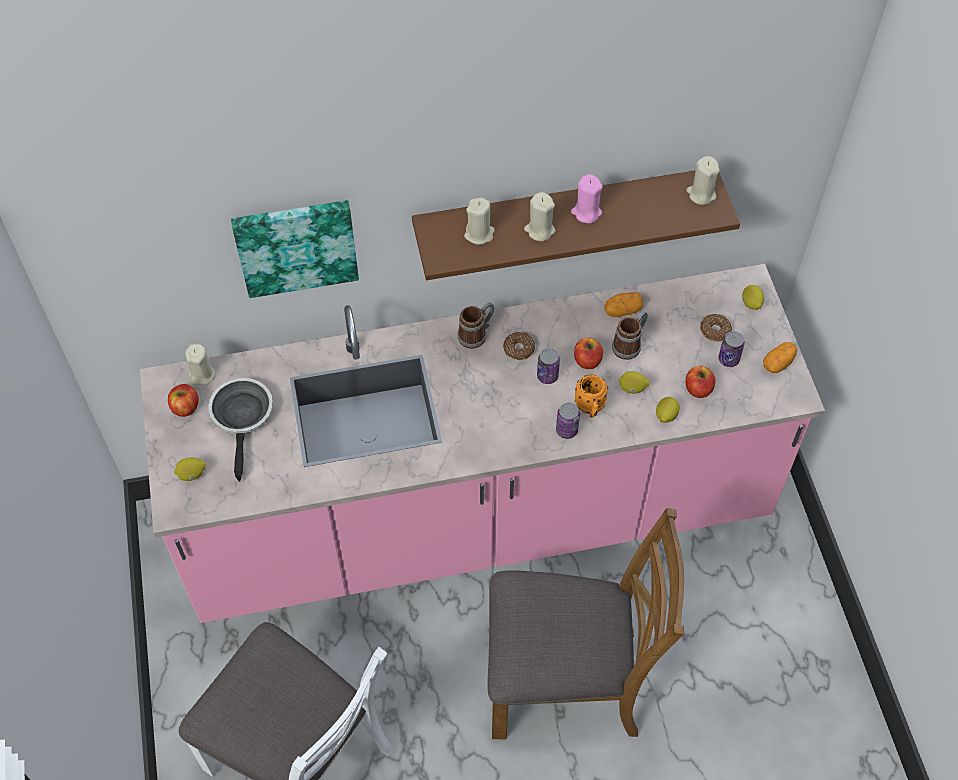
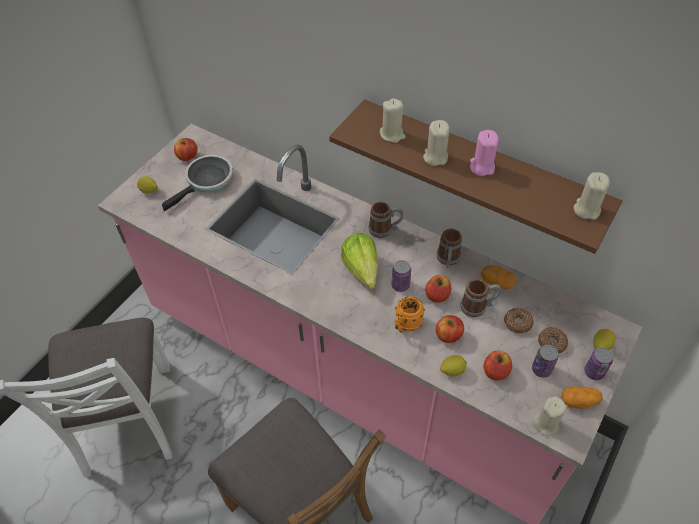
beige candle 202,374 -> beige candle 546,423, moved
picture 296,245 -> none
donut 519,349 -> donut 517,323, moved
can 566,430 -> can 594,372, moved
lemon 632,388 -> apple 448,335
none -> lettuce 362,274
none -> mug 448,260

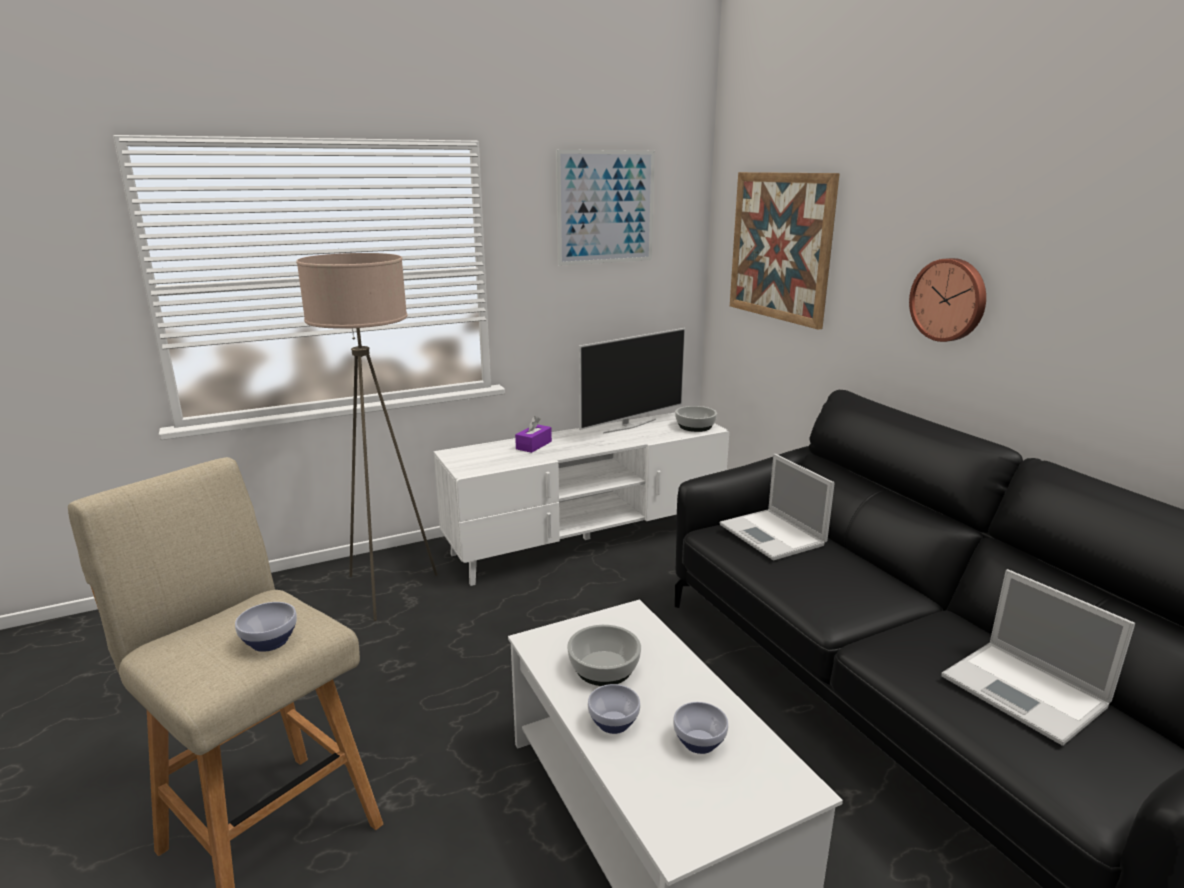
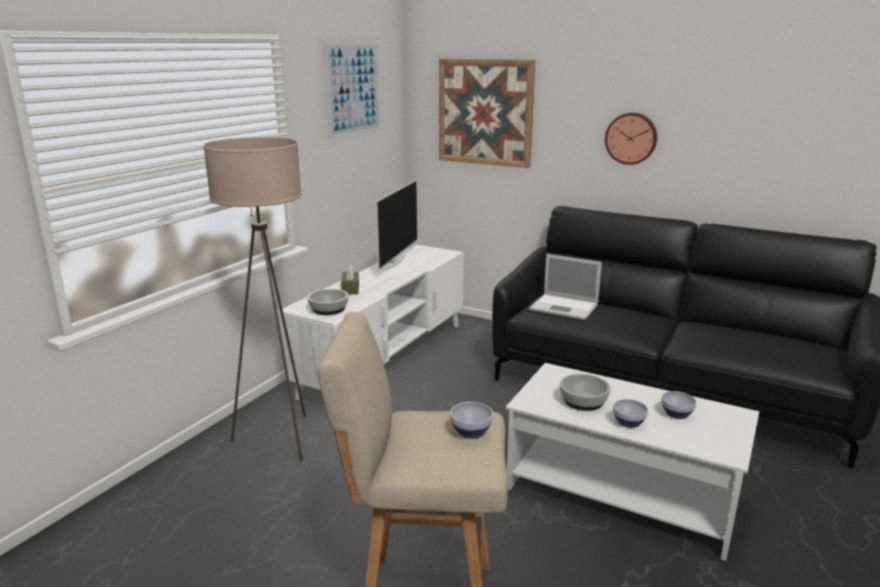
purple tissue box 534,445 -> brown tissue box 350,289
bowl 694,426 -> bowl 328,309, moved
laptop 1026,692 -> none

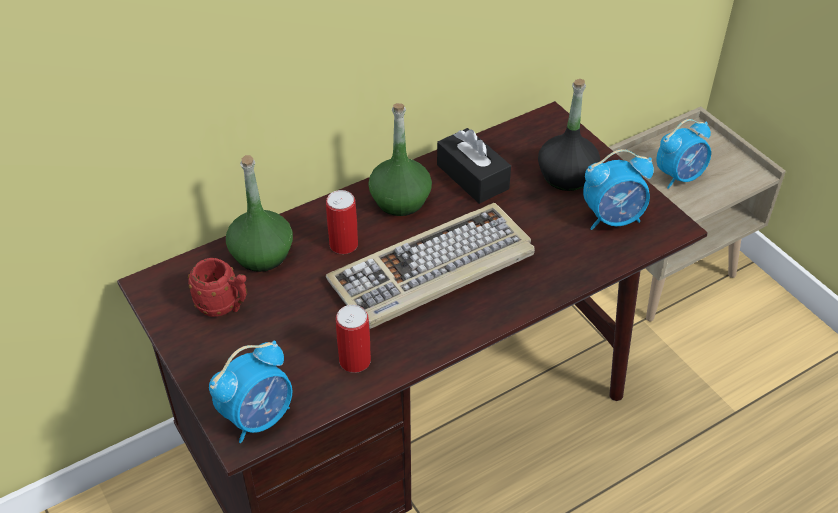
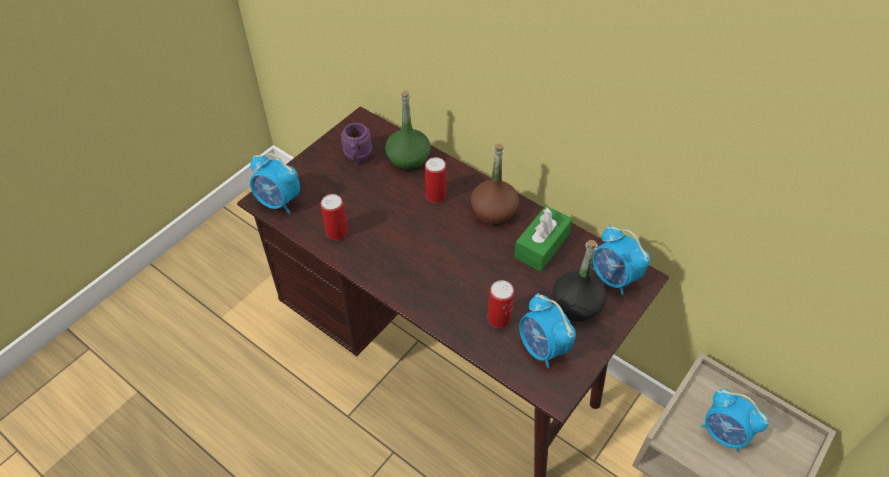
red mug 224,306 -> purple mug 357,157
keyboard 433,271 -> none
green bottle 400,200 -> brown bottle 494,211
black tissue box 472,177 -> green tissue box 542,246
none -> can 499,318
none -> alarm clock 614,278

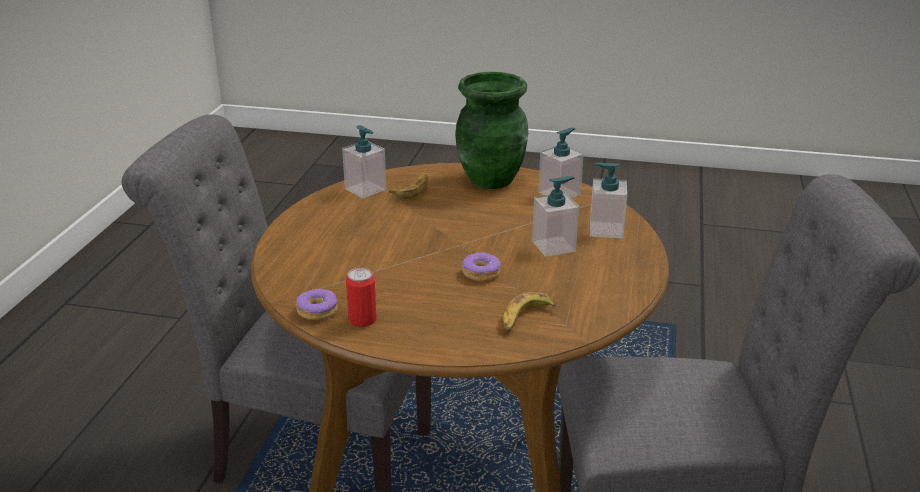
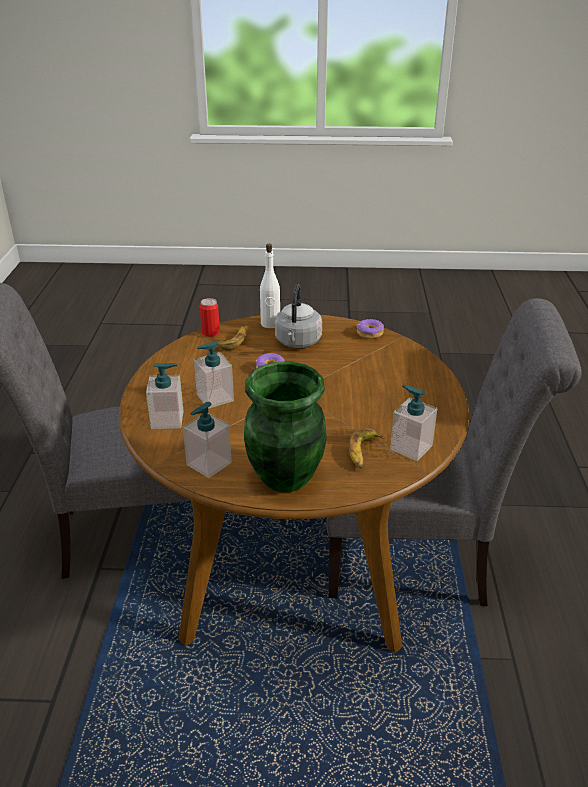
can 362,320 -> can 210,332, moved
none -> white bottle 270,324
none -> grey kettle 297,342

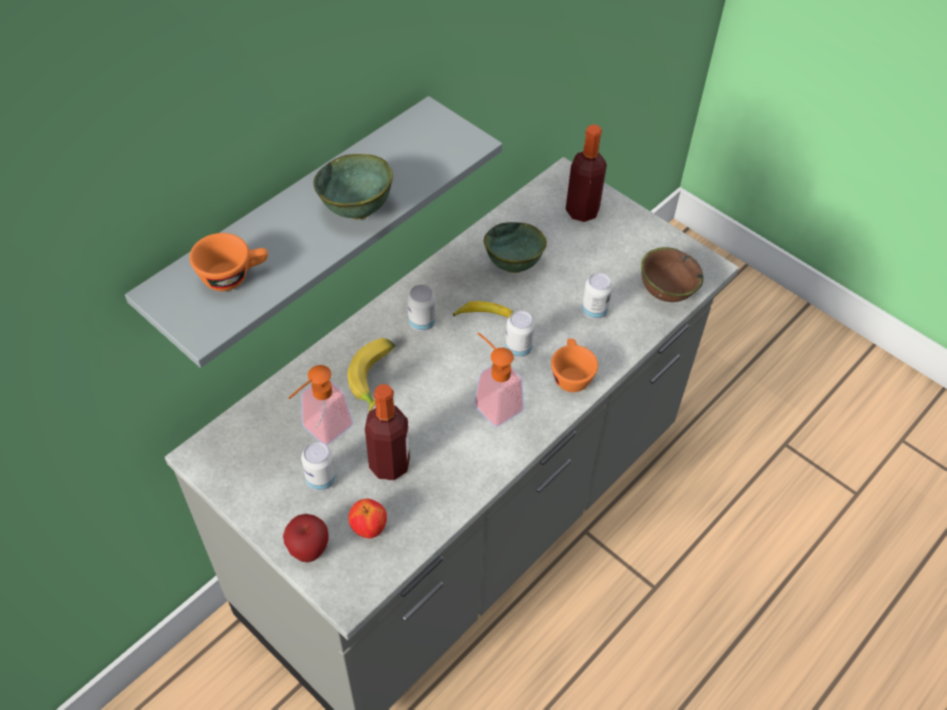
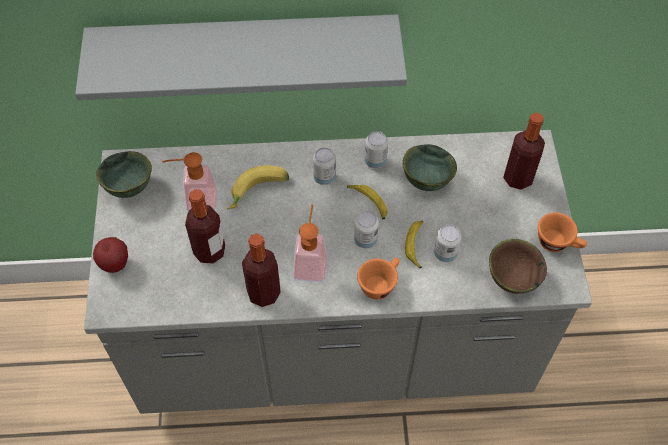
orange cup 233,275 -> orange cup 558,243, moved
can 321,480 -> can 375,161, moved
green bowl 356,211 -> green bowl 128,188, moved
apple 369,528 -> none
none -> bottle 264,293
none -> banana 416,245

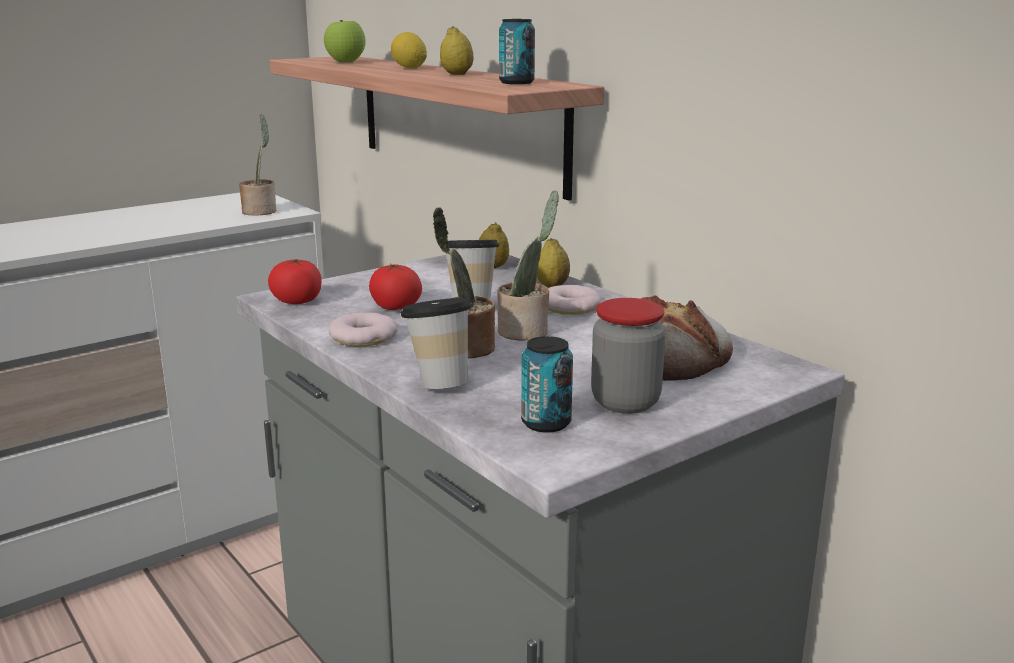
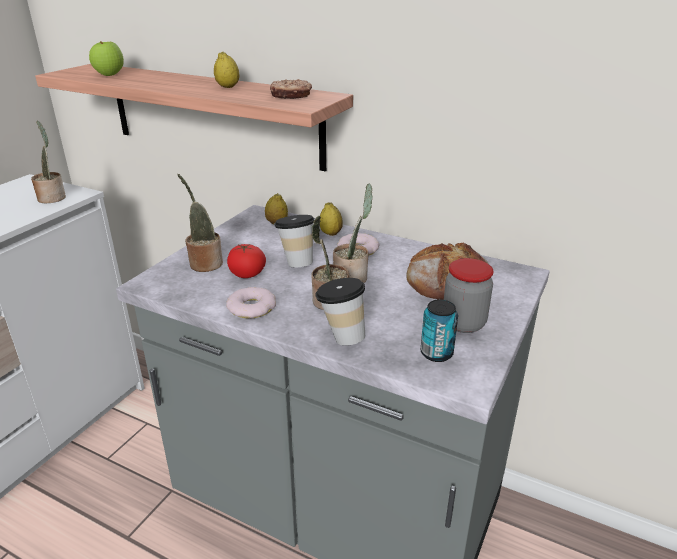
tomato 297,301 -> none
lemon 409,68 -> none
can 516,82 -> donut 290,96
none -> potted plant 204,263

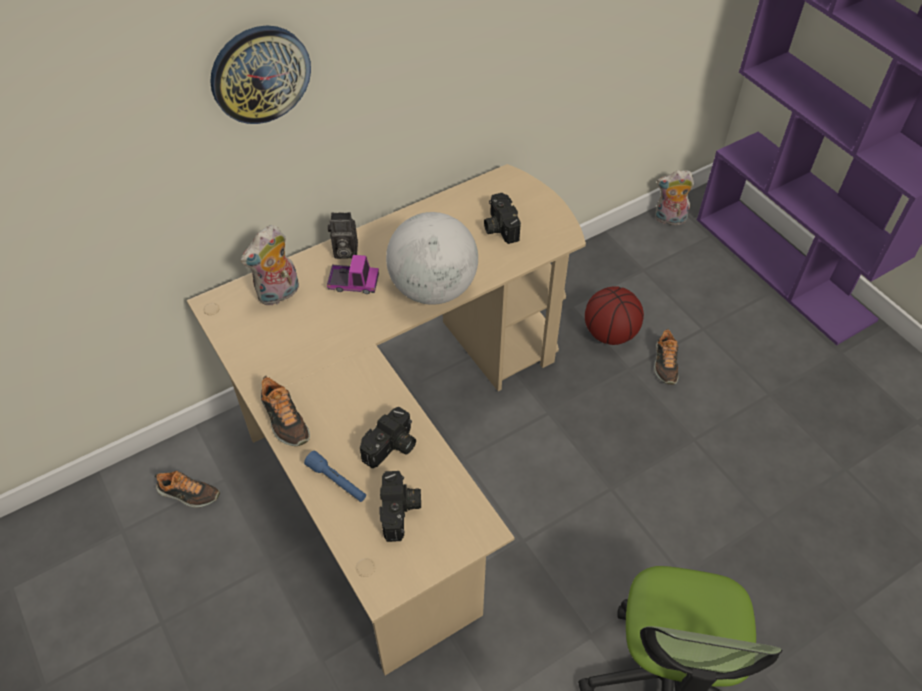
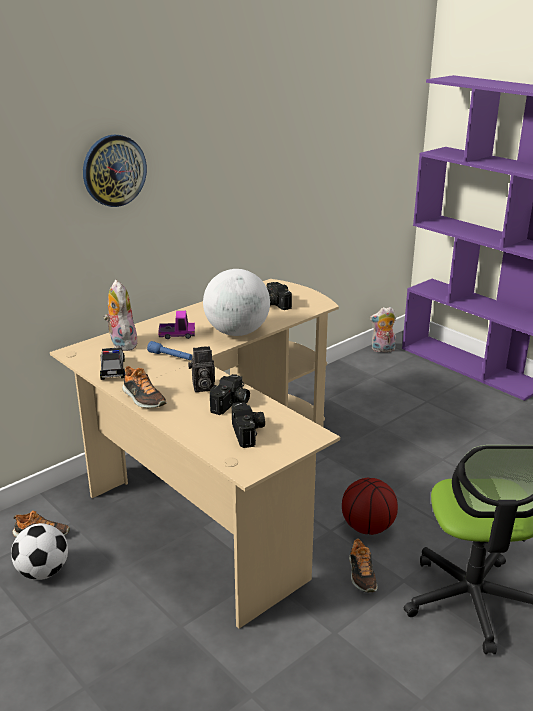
plush toy 279,294 -> plush toy 121,344, 120 degrees clockwise
blue flashlight 337,481 -> blue flashlight 170,357, moved
photo camera 344,251 -> photo camera 202,387, moved
basketball 610,333 -> basketball 367,527, moved
shoe 665,363 -> shoe 361,574, moved
none -> football 43,572
none -> toy car 113,370

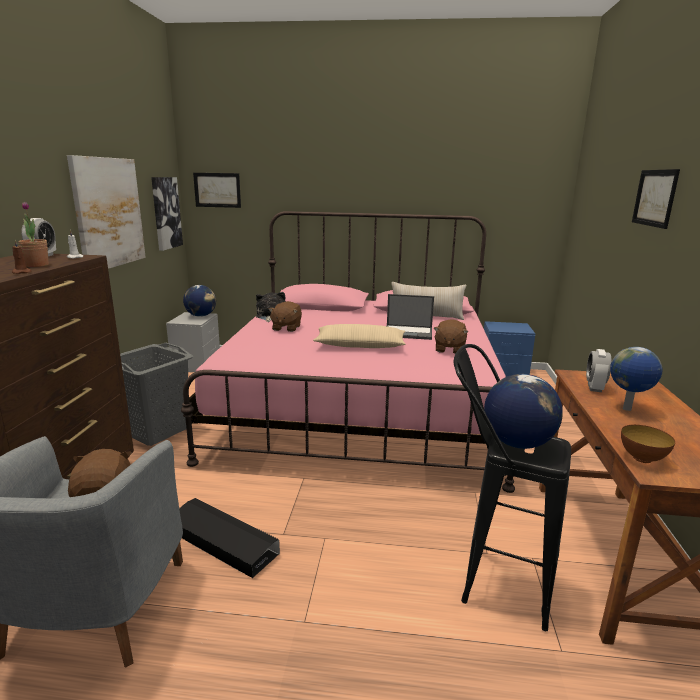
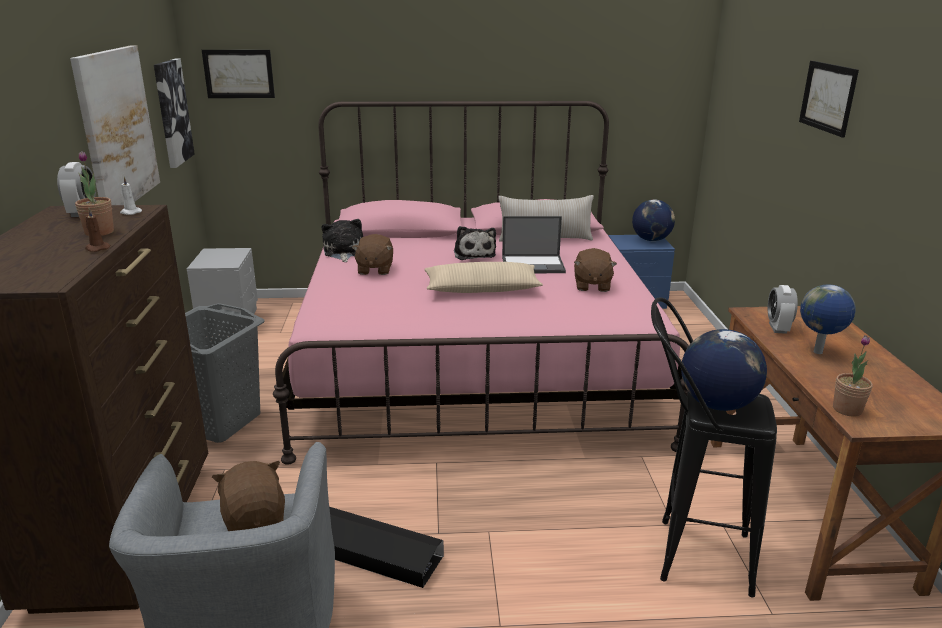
globe 201,316 -> globe 651,240, moved
bowl 642,458 -> potted plant 847,409
none -> plush toy 474,254

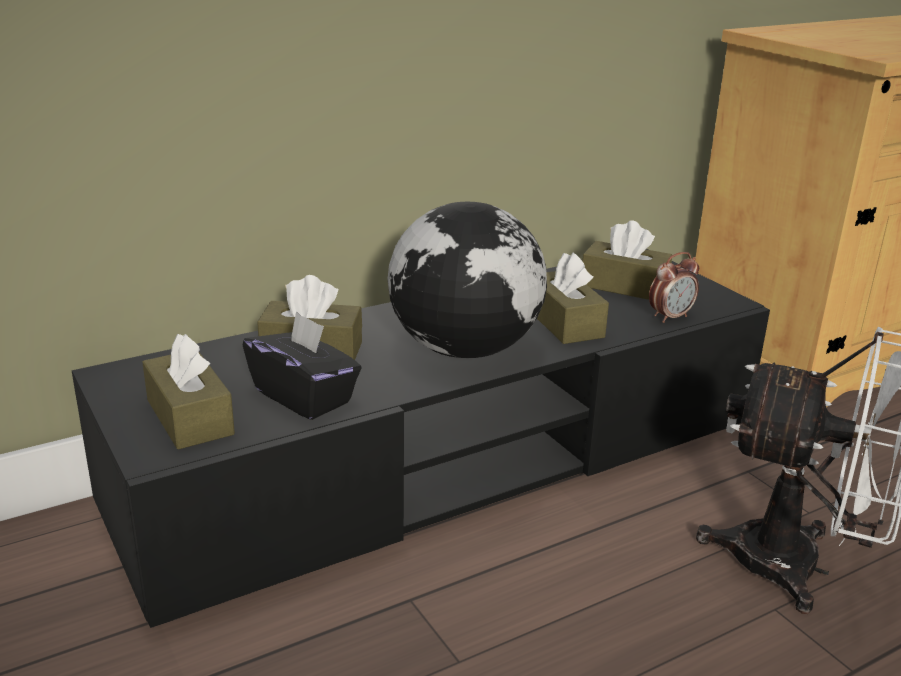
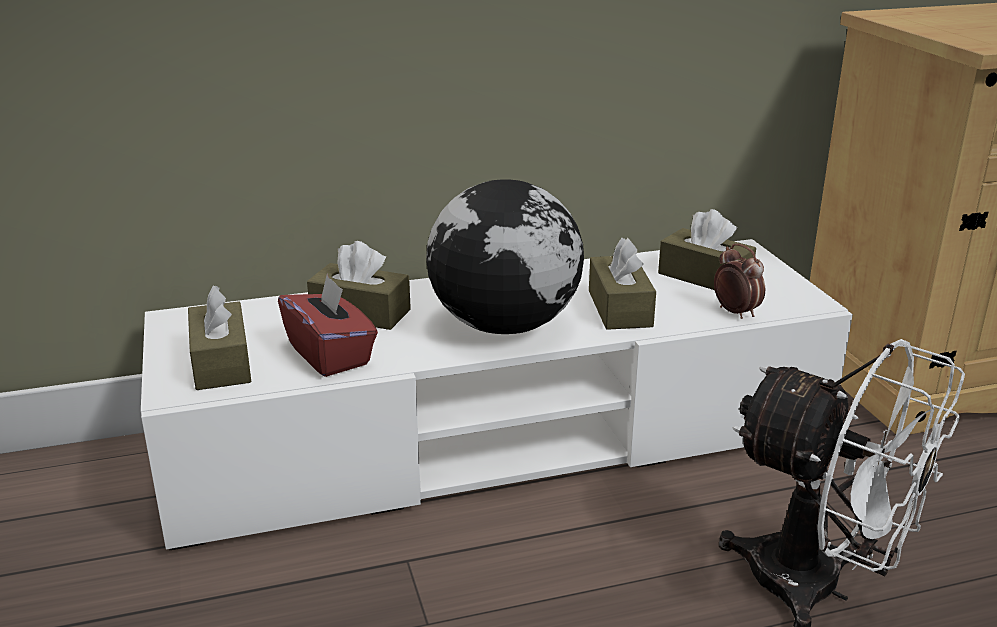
black tv stand 446,463 -> white tv stand 498,438
black tissue box 304,396 -> red tissue box 330,355
alarm clock 670,317 -> alarm clock 735,312, 105 degrees counterclockwise

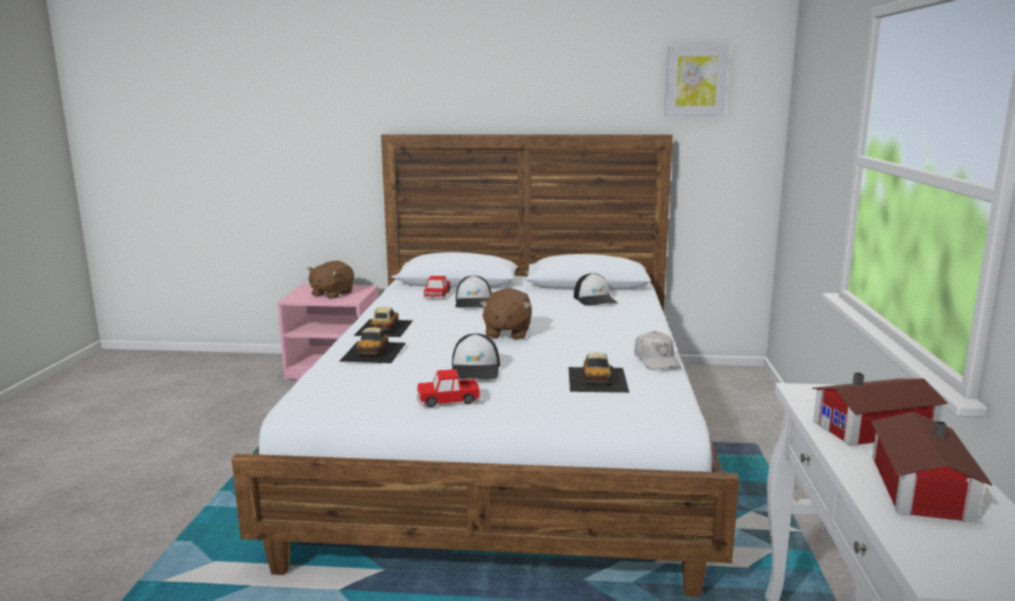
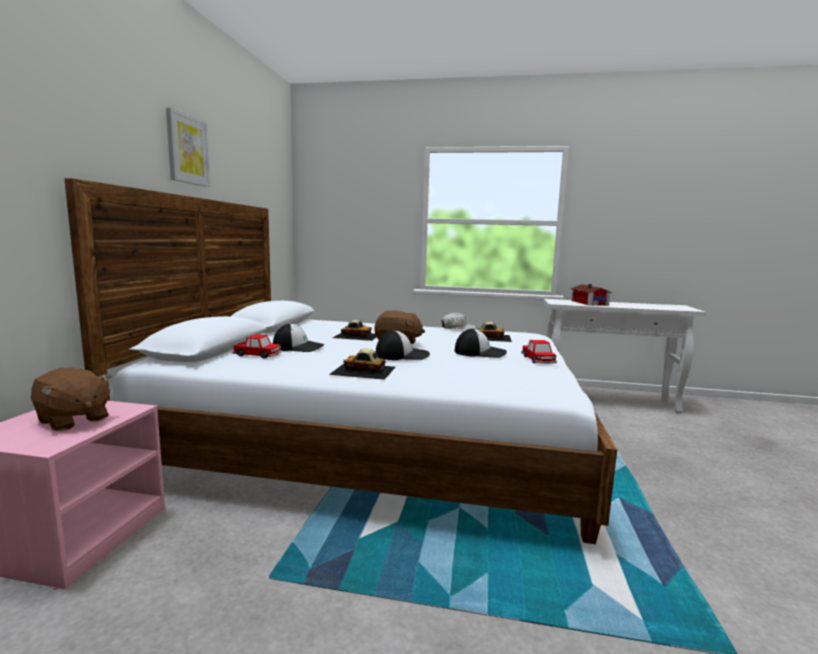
toy car 374,351 -> toy car 356,335, moved
cap 595,299 -> cap 402,355, moved
picture 695,81 -> picture 187,150, moved
toy house 917,489 -> none

